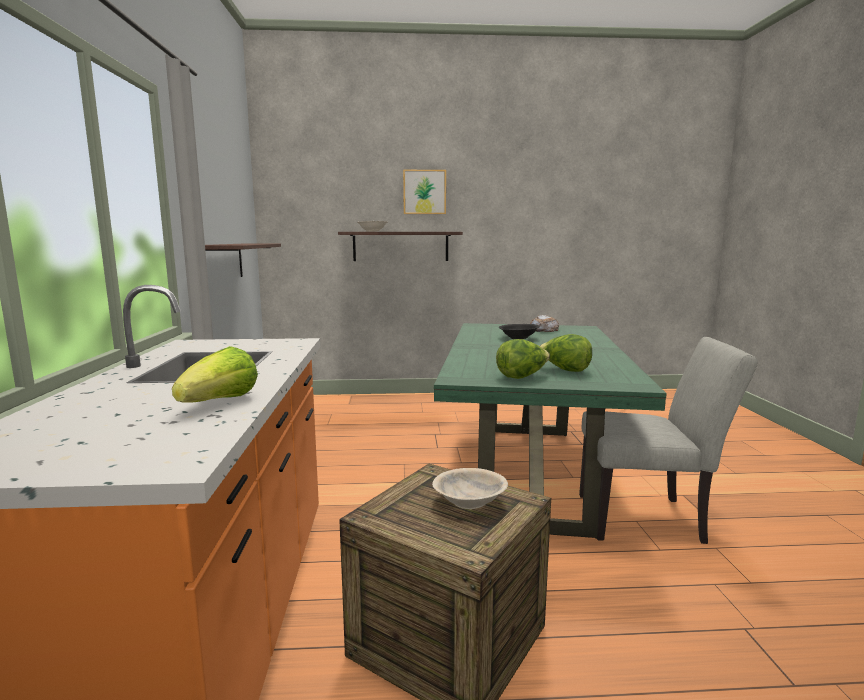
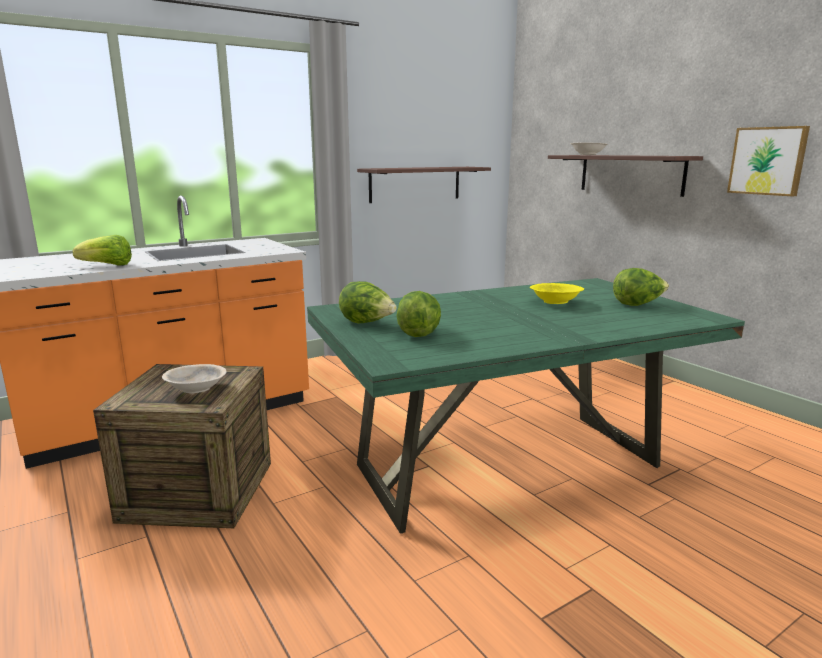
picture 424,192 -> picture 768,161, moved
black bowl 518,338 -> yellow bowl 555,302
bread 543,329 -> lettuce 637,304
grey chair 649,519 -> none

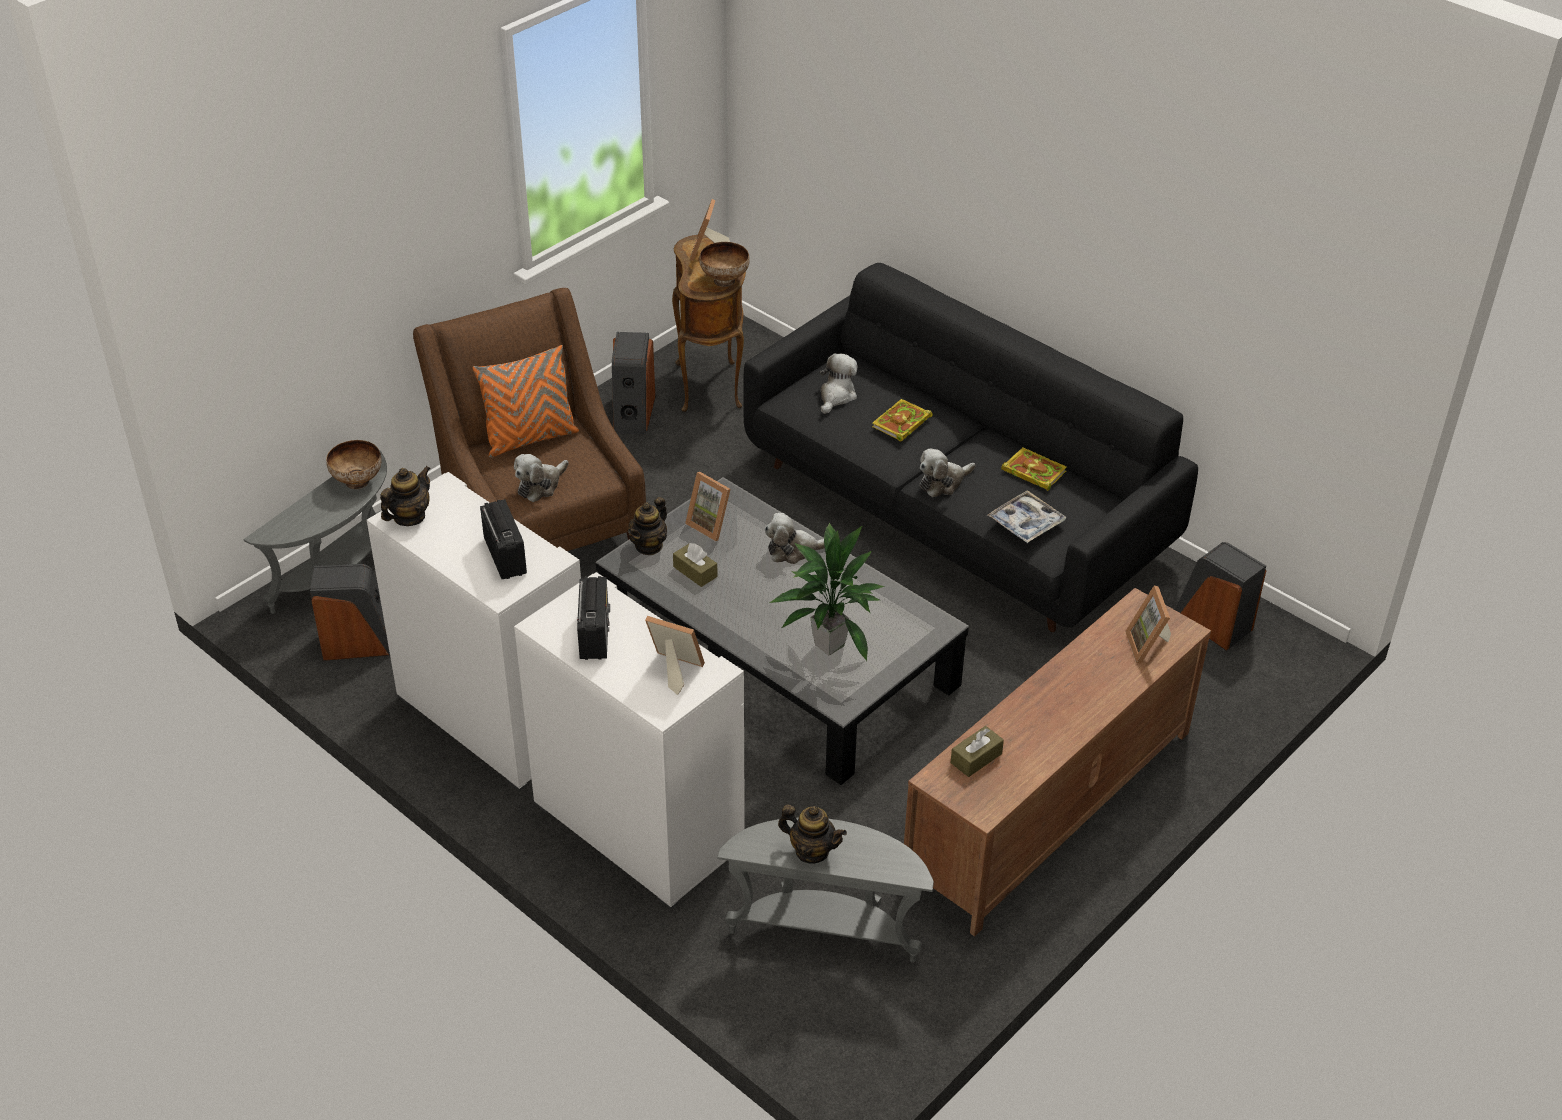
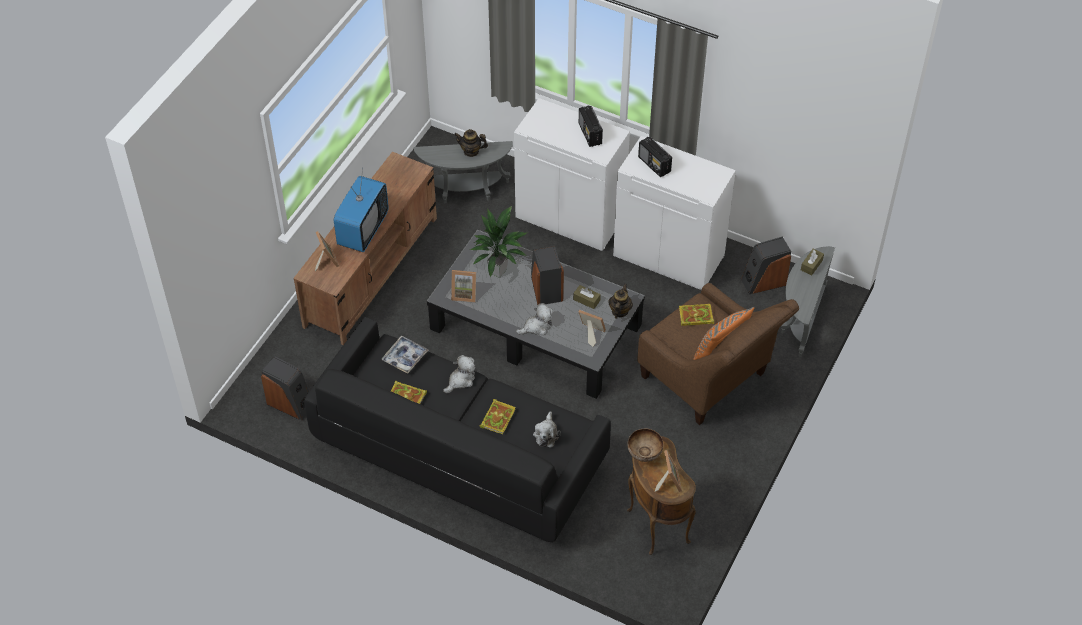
bowl 358,482 -> none
teapot 409,517 -> none
plush toy 540,485 -> book 695,316
speaker 633,414 -> speaker 545,288, moved
picture frame 673,670 -> picture frame 464,294, moved
brown tissue box 976,758 -> brown tissue box 811,265, moved
none -> television 363,229

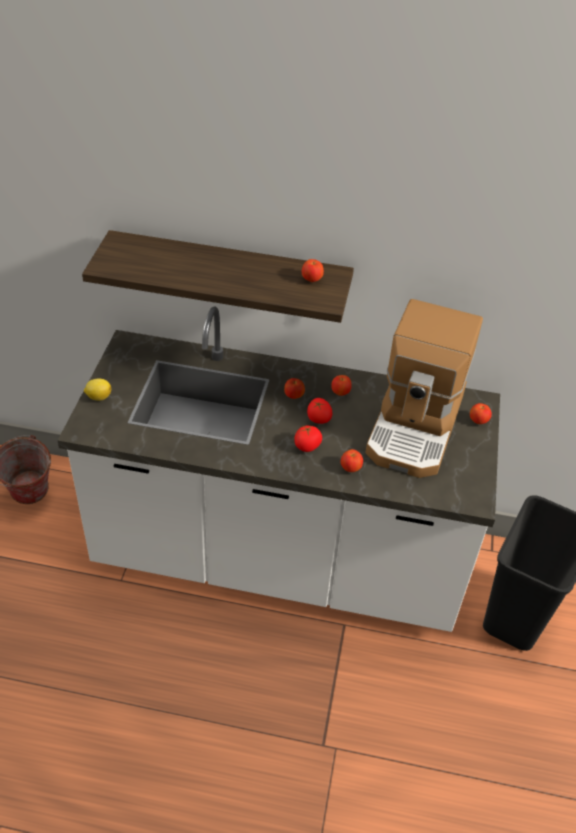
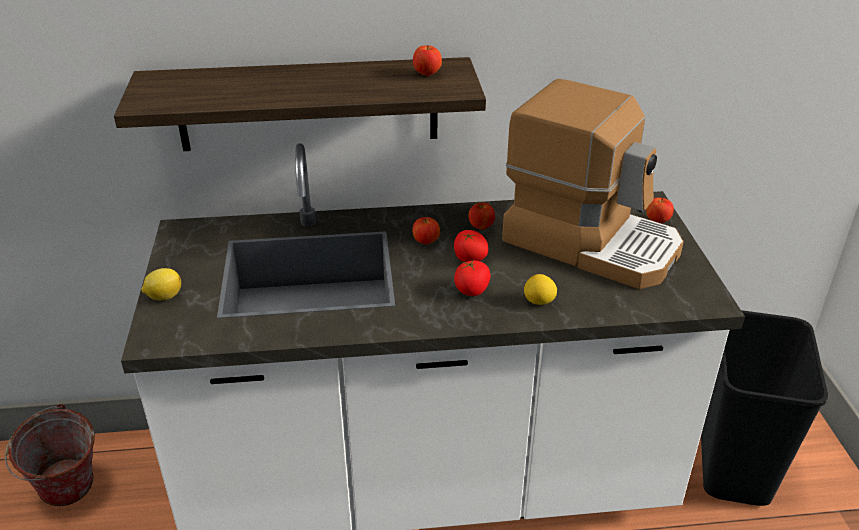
apple 350,468 -> lemon 539,302
coffee machine 416,427 -> coffee machine 591,242, 60 degrees counterclockwise

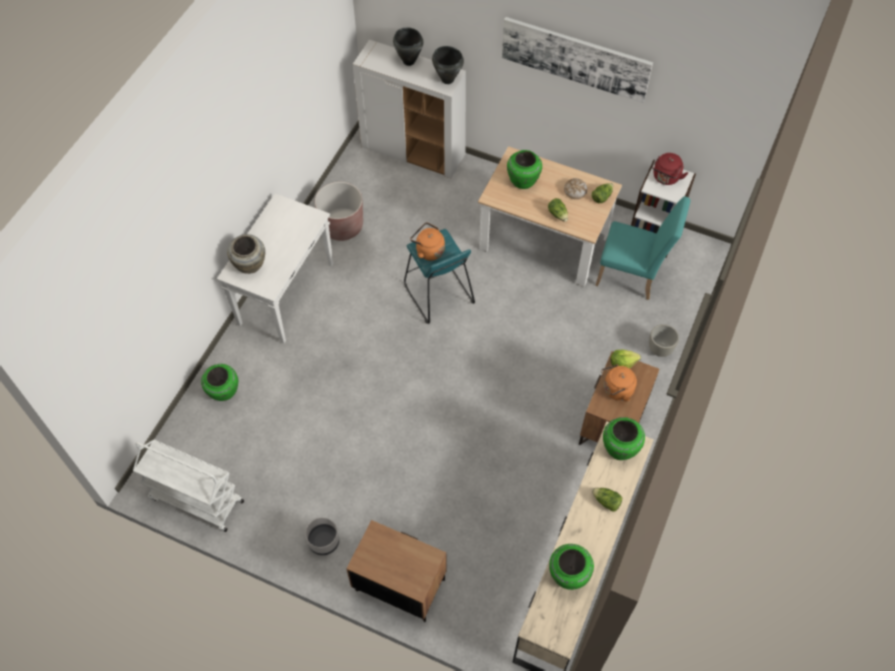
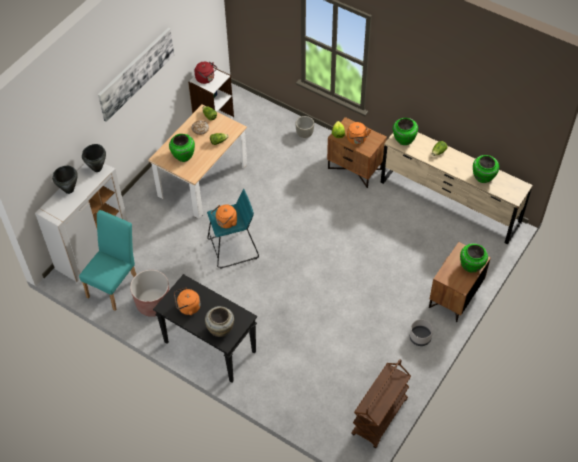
white cart 196,500 -> brown cart 380,417
green vase 223,392 -> green vase 471,266, moved
white console table 286,293 -> black console table 209,347
turquoise chair 632,277 -> turquoise chair 115,284, moved
none -> orange kettle 187,307

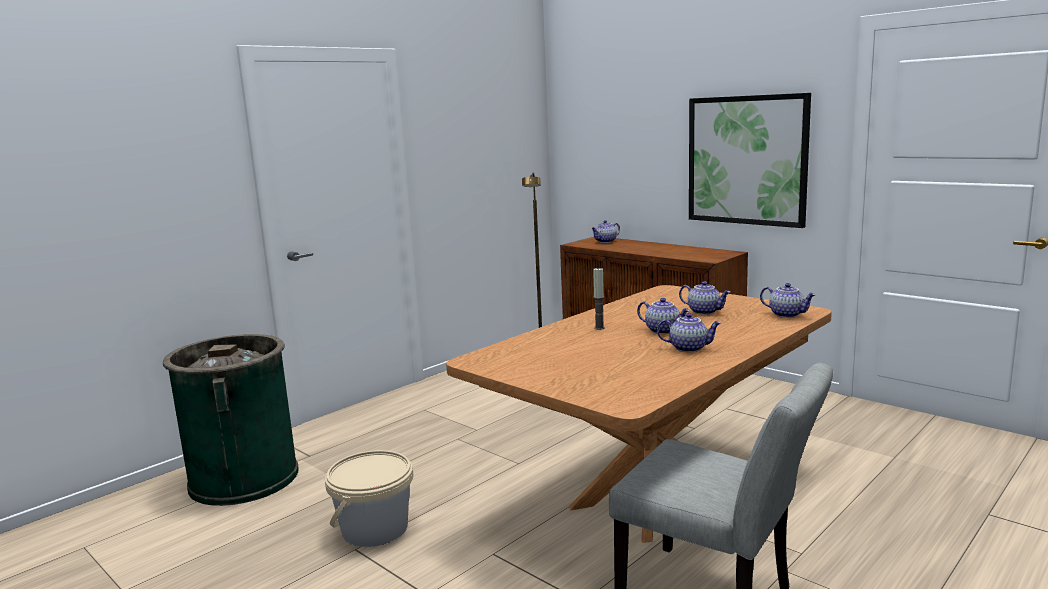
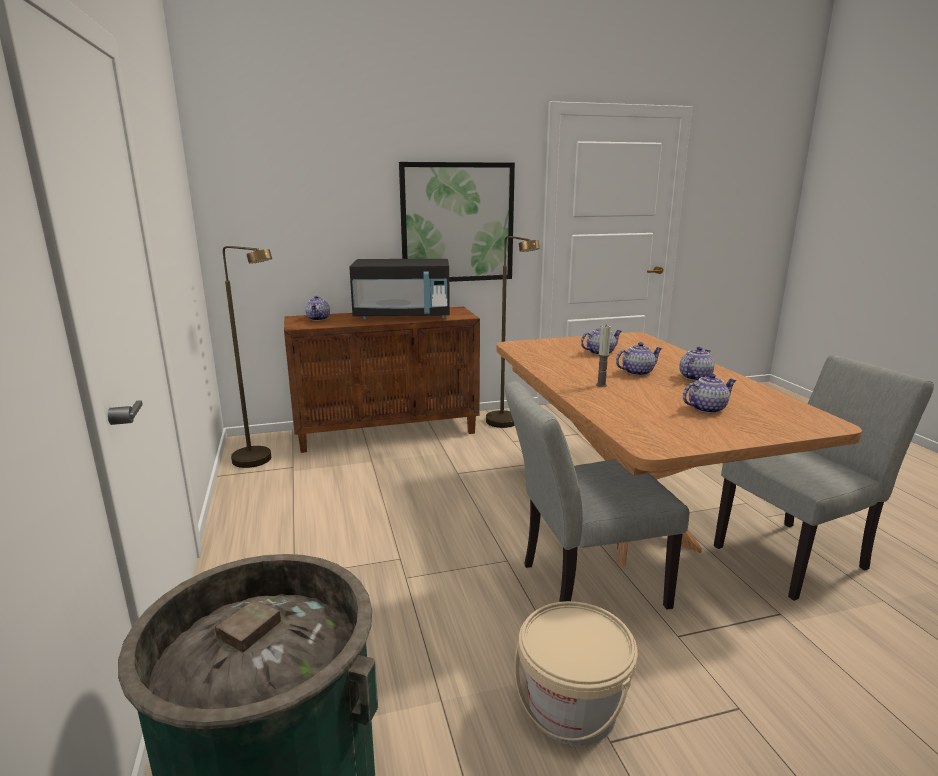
teapot 787,314 -> teapot 706,408, moved
none -> black microwave 403,316
none -> brown floor lamp 507,424
none -> grey chair 582,586

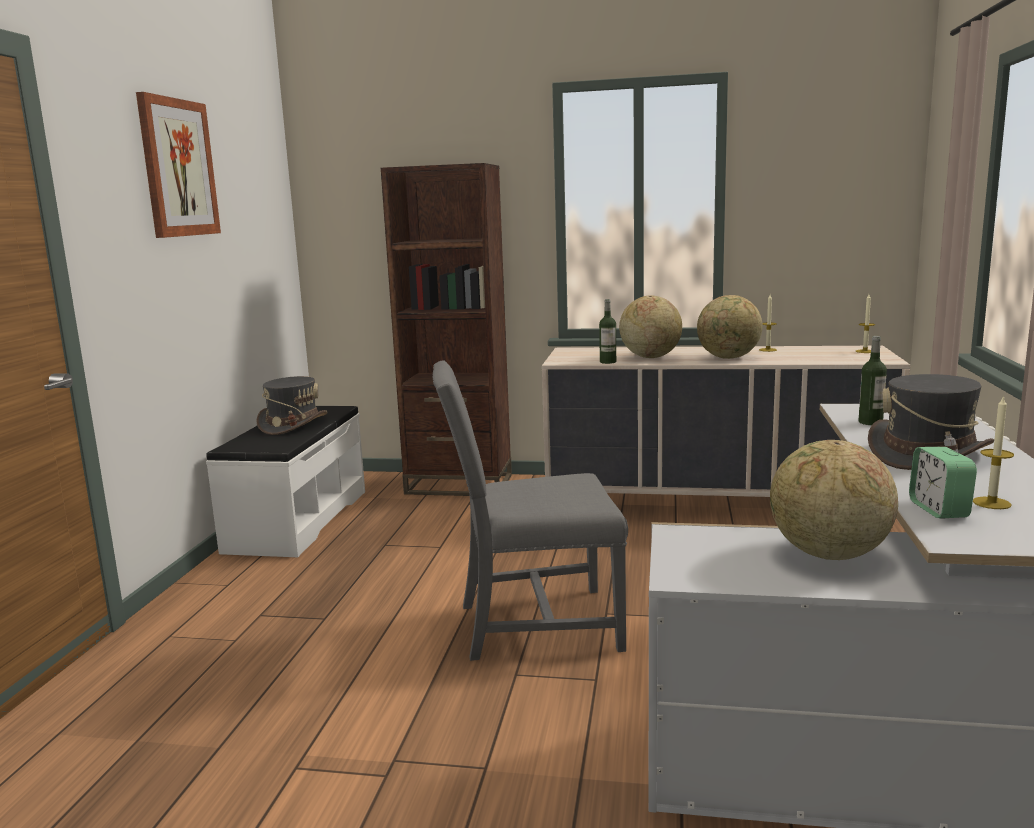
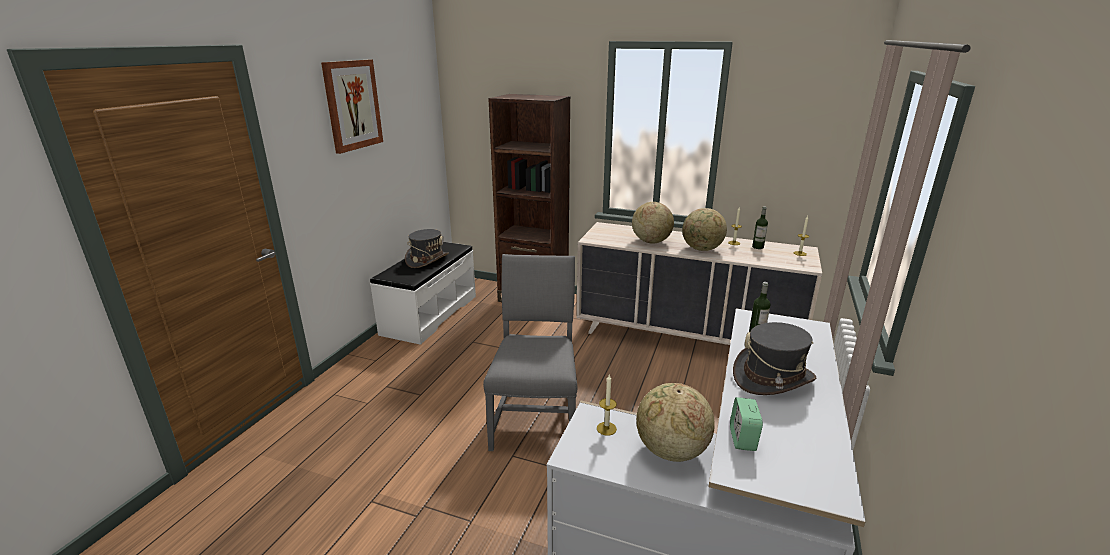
grey chair 533,625 -> grey chair 536,419, 90 degrees clockwise
bottle 608,362 -> bottle 758,247, moved
candle 991,503 -> candle 606,428, moved

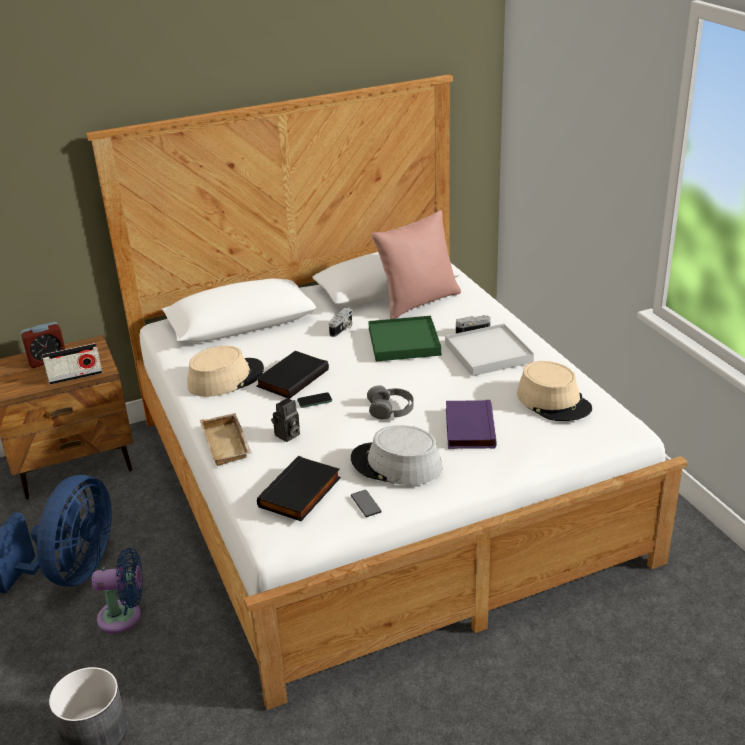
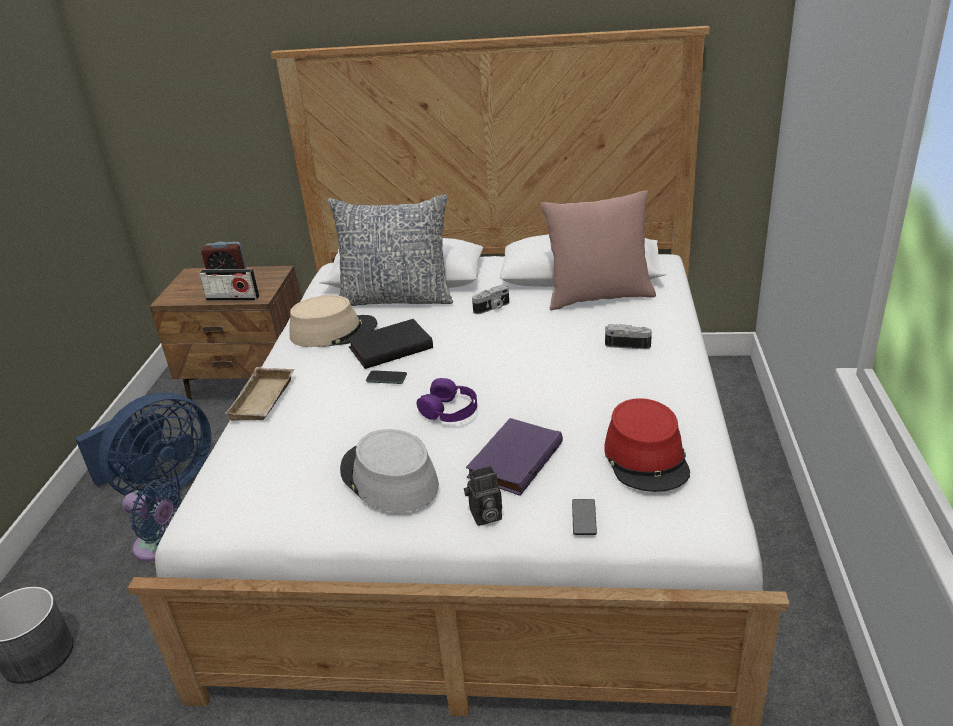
black book 301,493 -> none
photo camera 287,436 -> photo camera 485,516, moved
phone 366,504 -> phone 584,517, moved
grey headphones 390,408 -> purple headphones 450,409
green tray 404,342 -> none
white tray 488,353 -> none
beige hat 554,401 -> red hat 647,458
none -> pillow 396,298

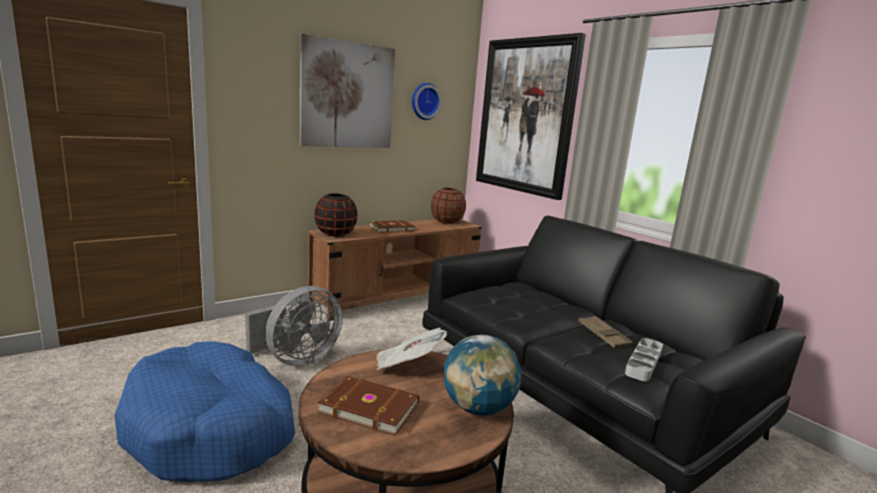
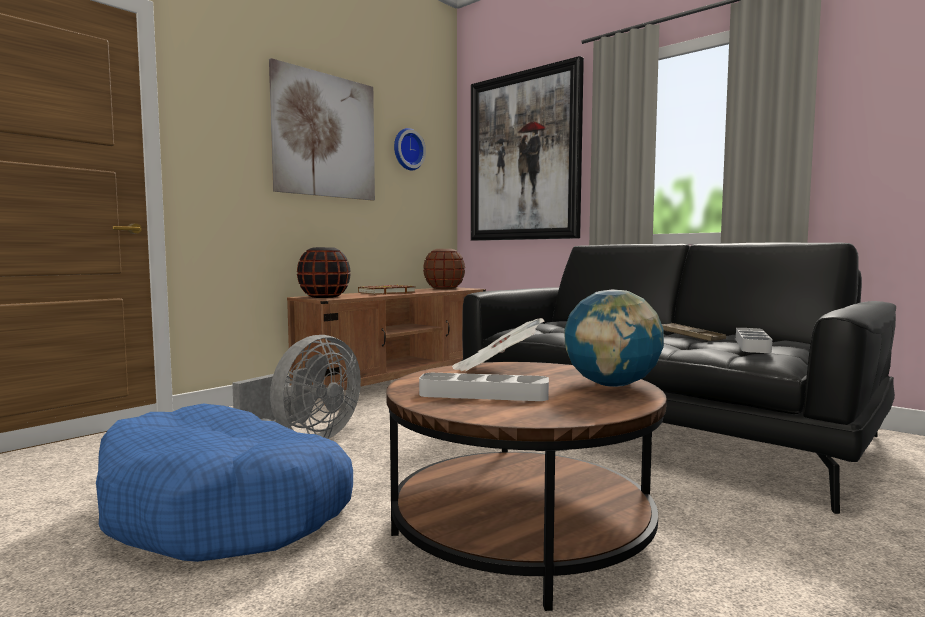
brown book 369,406 -> grey tray 483,394

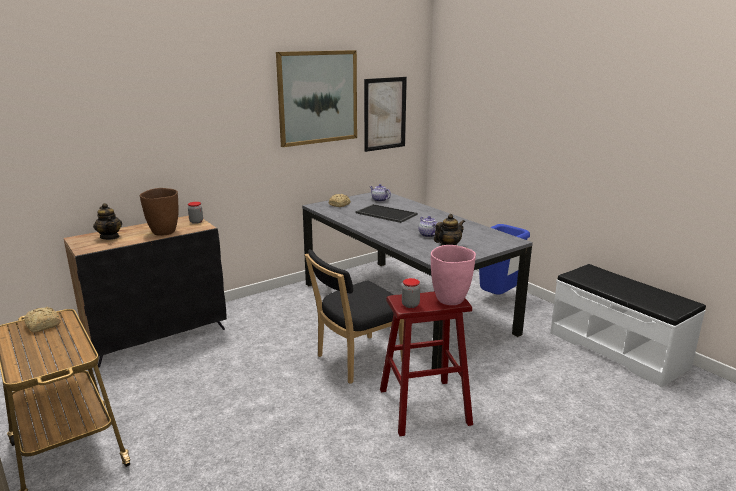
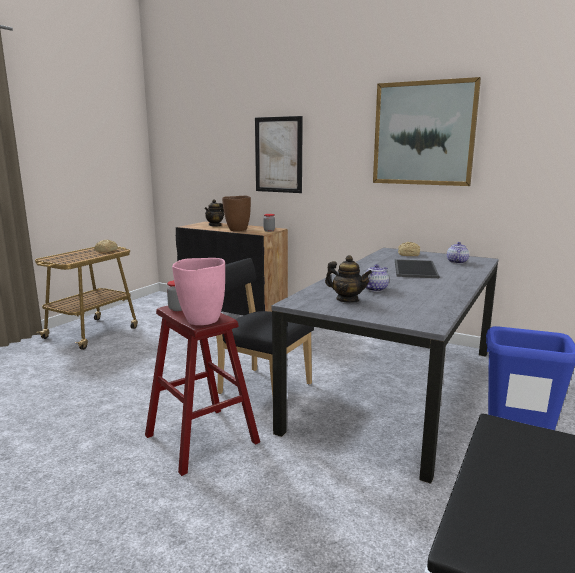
picture 385,114 -> picture 278,155, moved

